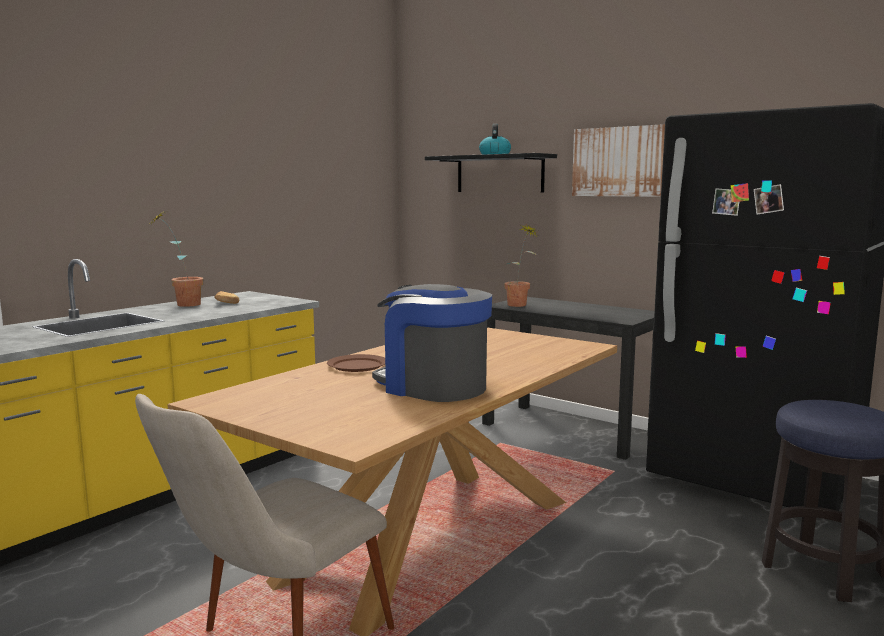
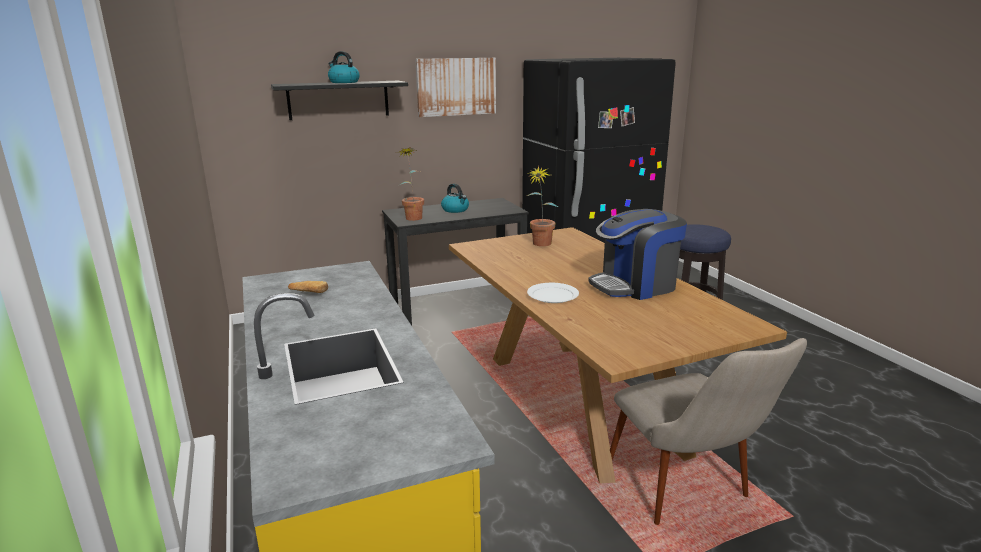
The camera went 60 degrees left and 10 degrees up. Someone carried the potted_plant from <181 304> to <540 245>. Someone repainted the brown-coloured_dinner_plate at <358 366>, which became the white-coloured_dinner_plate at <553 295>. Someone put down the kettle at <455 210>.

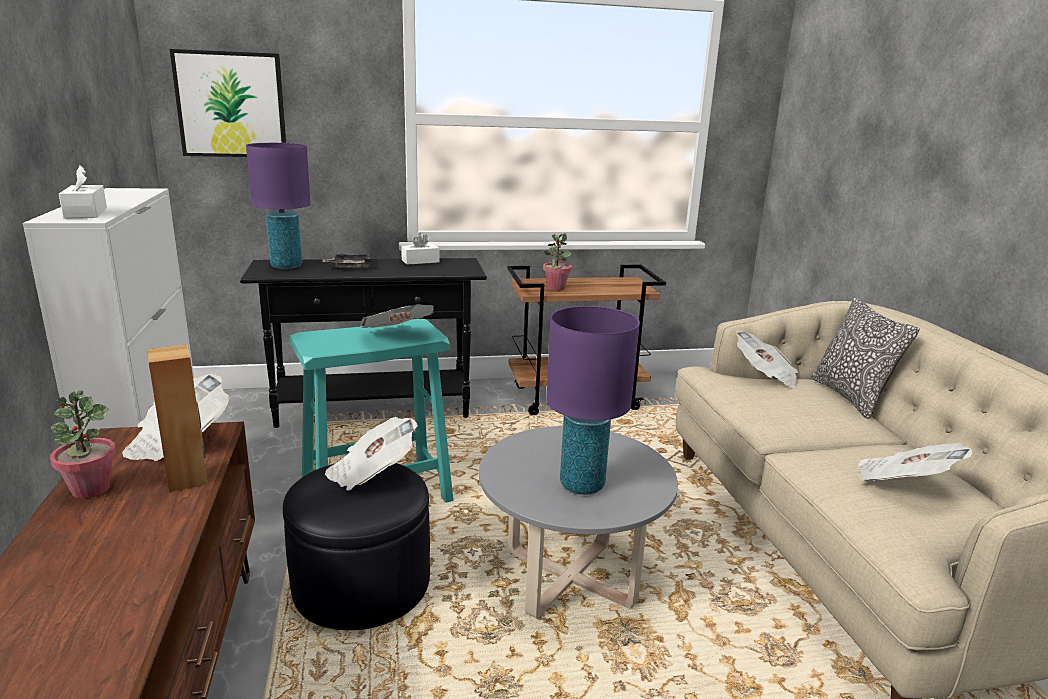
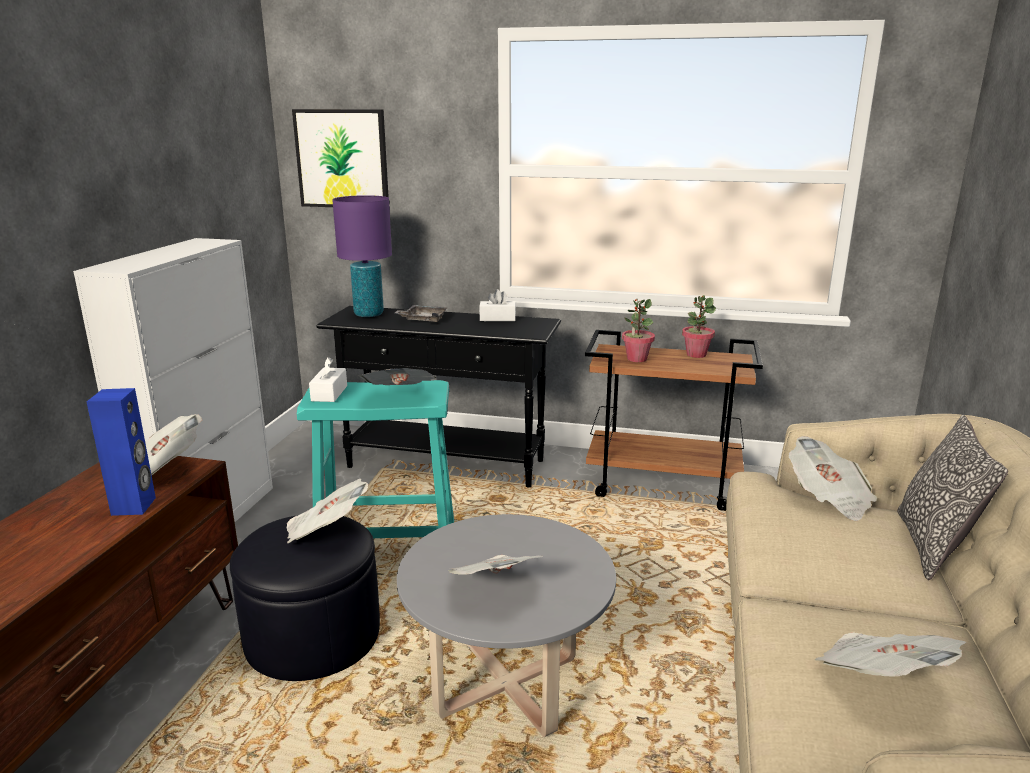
The camera went 25 degrees right and 0 degrees up. Someone carried the white-coloured_box_of_tissues from <86 213> to <329 393>. Someone swapped the purplish_lamp_for_a_table at <581 484> for the newspaper at <495 586>. Someone repainted the brown-coloured_speaker at <188 479>, which became the blue-coloured_speaker at <134 506>. Someone carried the potted_plant from <91 489> to <696 354>.

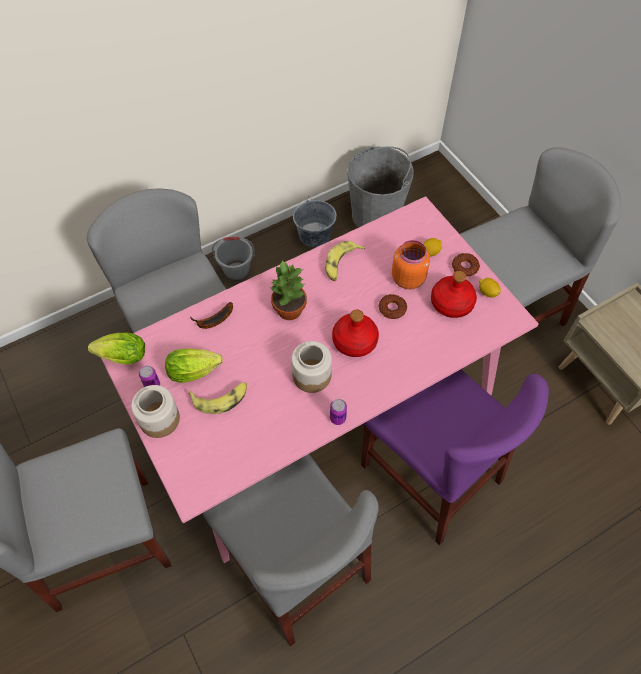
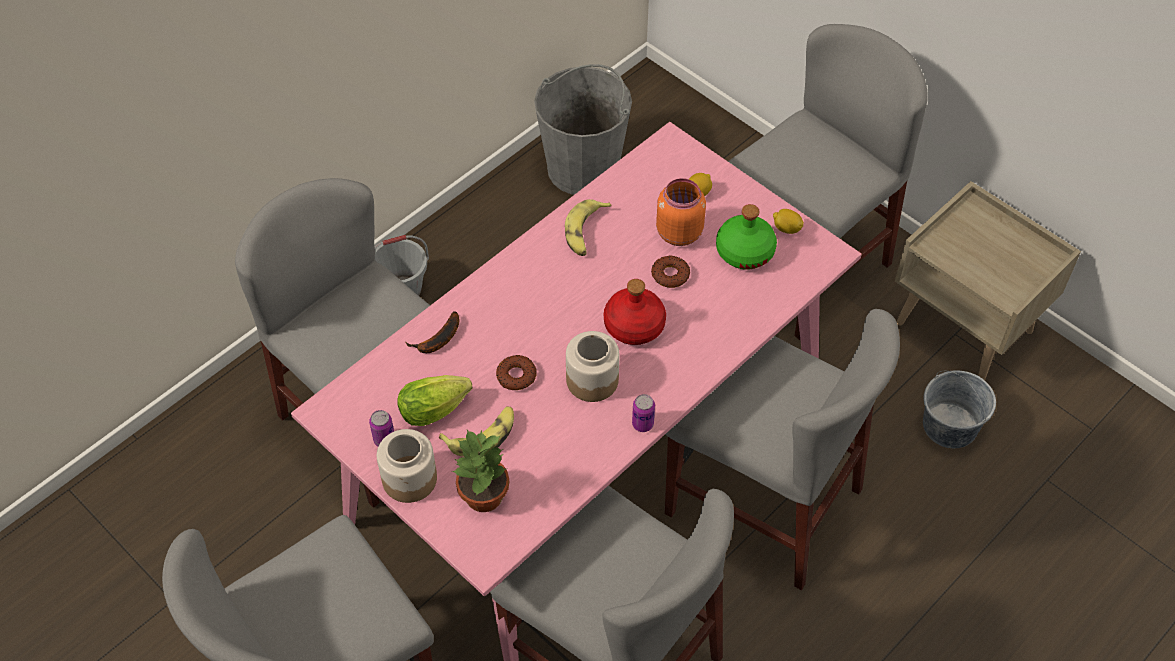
The camera went 15 degrees left and 5 degrees down. Someone carried the gray_water_bucket from <315 235> to <950 426>. Someone carried the doughnut from <464 267> to <516 376>. Someone carried the potted_plant from <289 310> to <484 497>. Someone repainted the red-coloured_drink_bottle at <451 303>, which became the green-coloured_drink_bottle at <744 251>. Someone took away the lettuce at <120 357>. Someone repainted the purplish_chair at <430 473>, which became the gray_chair at <763 501>.

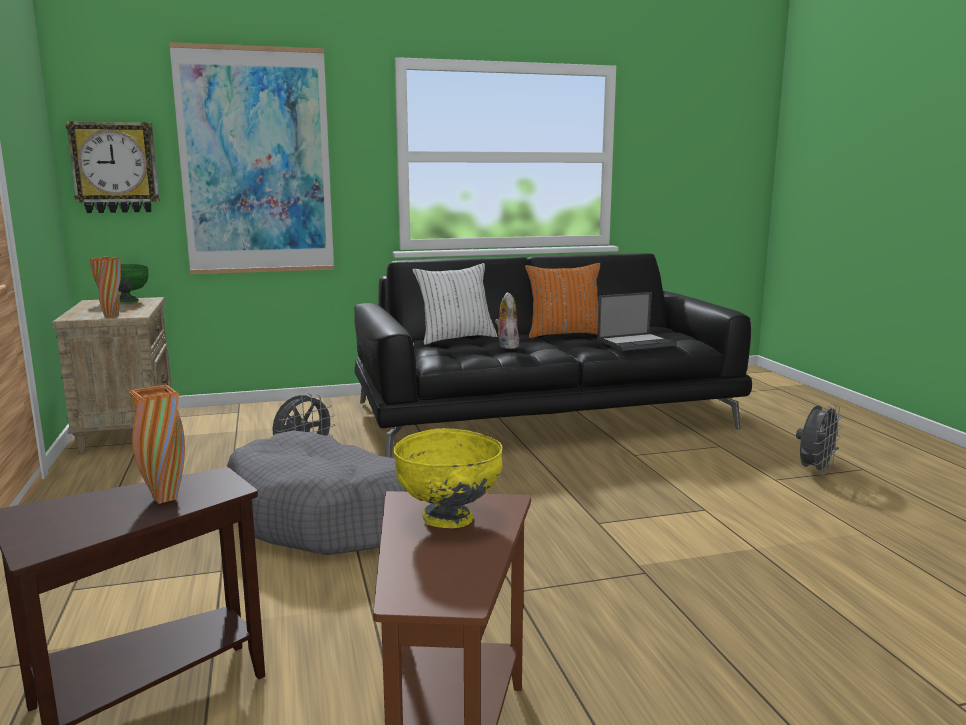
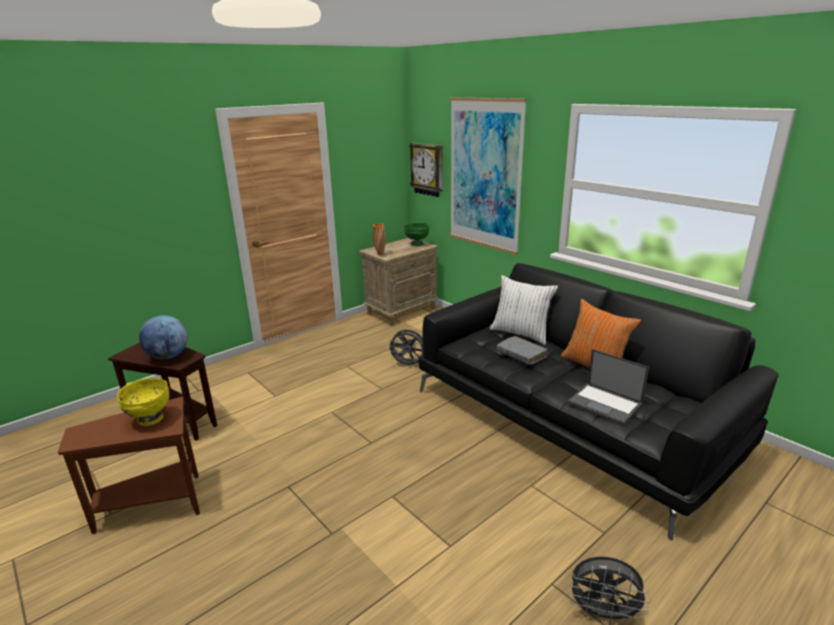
The camera went 65 degrees right and 10 degrees up. Someone swapped the soft_toy at <506 346> for the gray_book at <521 355>. Someone swapped the orange-coloured_decorative_vase at <165 498> for the desk_globe at <168 356>. Someone took away the gray_dog_bed at <328 517>.

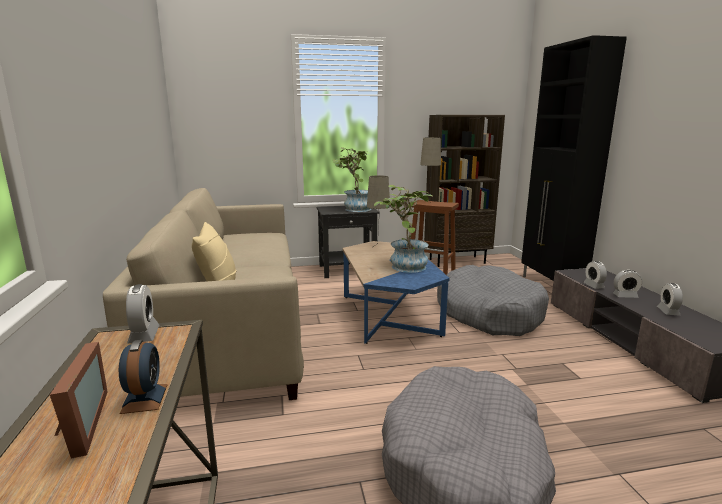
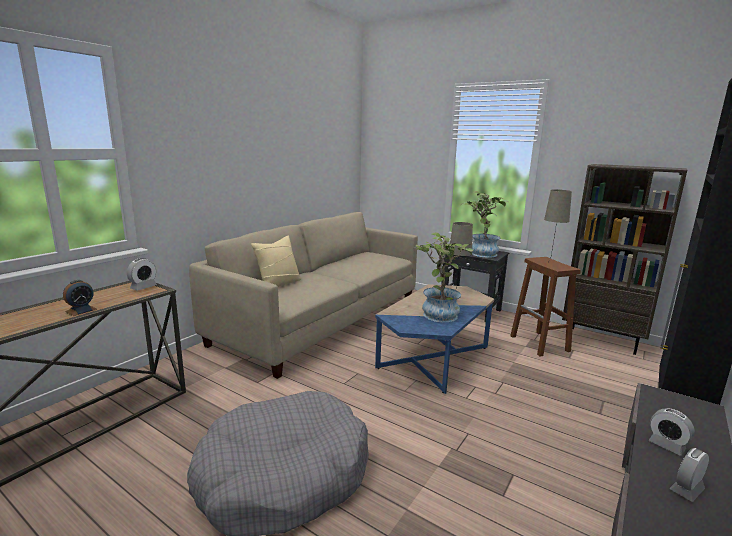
The camera went 45 degrees right and 0 degrees up. Someone took away the table_clock at <593 286>. Someone took away the gray_dog_bed at <489 313>. Someone took away the photo_frame at <77 427>.

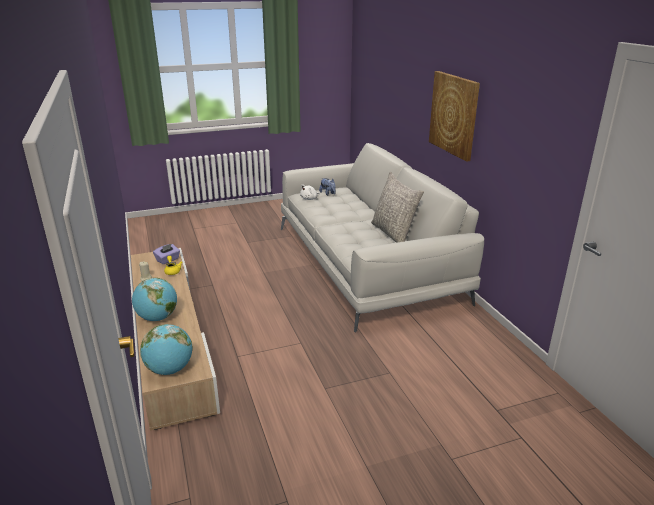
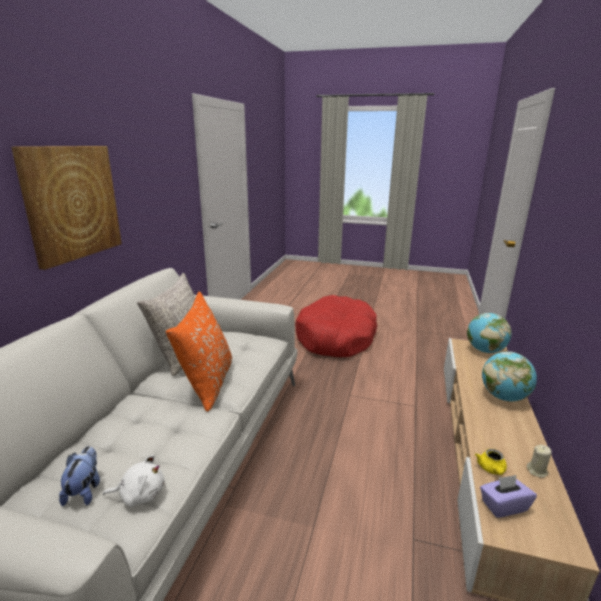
The camera went 145 degrees left and 5 degrees down. Someone put down the orange-coloured_cushion at <207 382>. Someone put down the red-coloured_dog_bed at <336 337>.

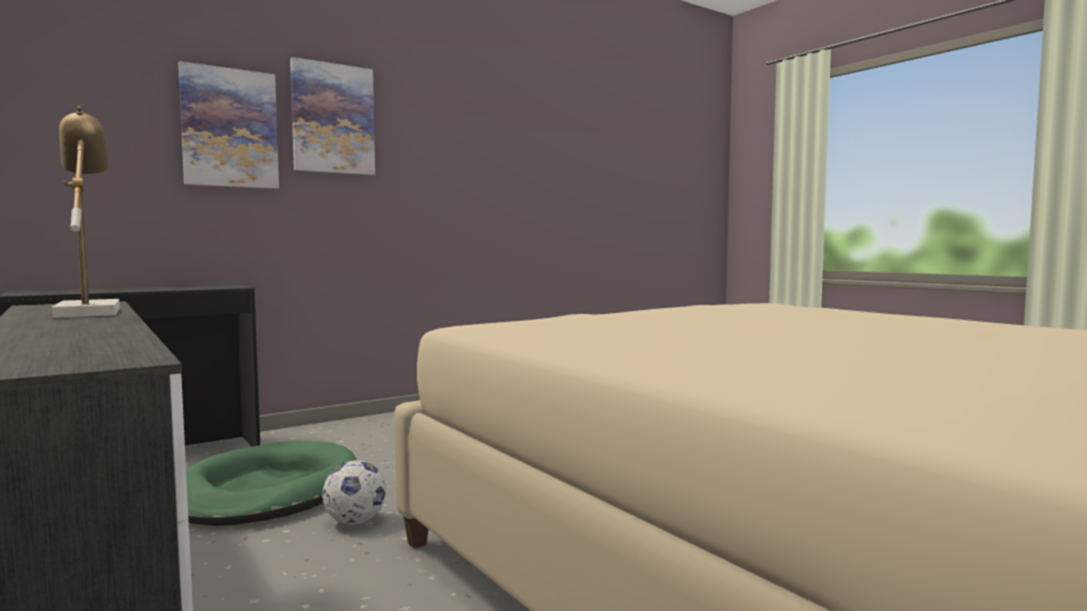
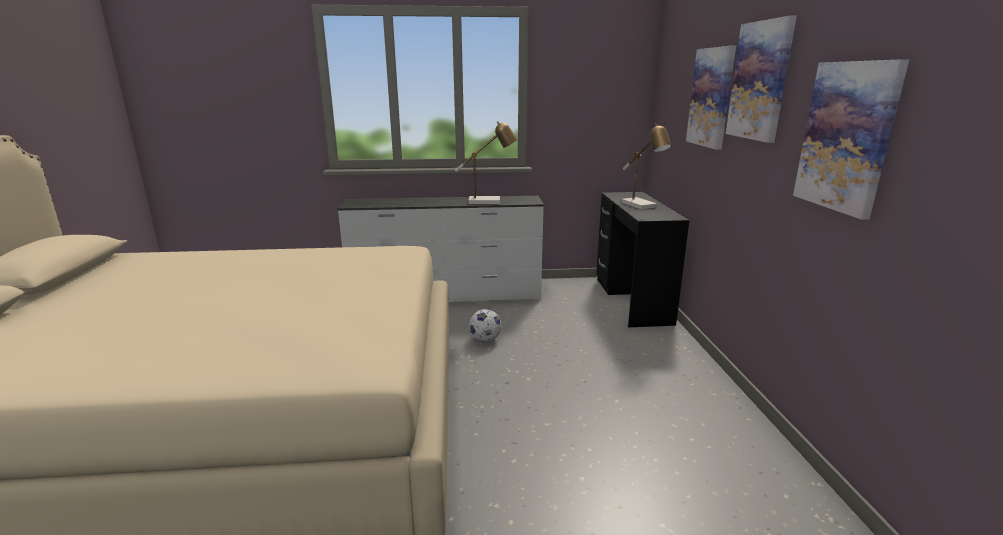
The camera went 120 degrees right and 15 degrees up. Someone took away the green-coloured_dog_bed at <266 491>. Someone put up the wall_art at <847 137>. Someone put down the lamp_for_a_table at <642 206>.

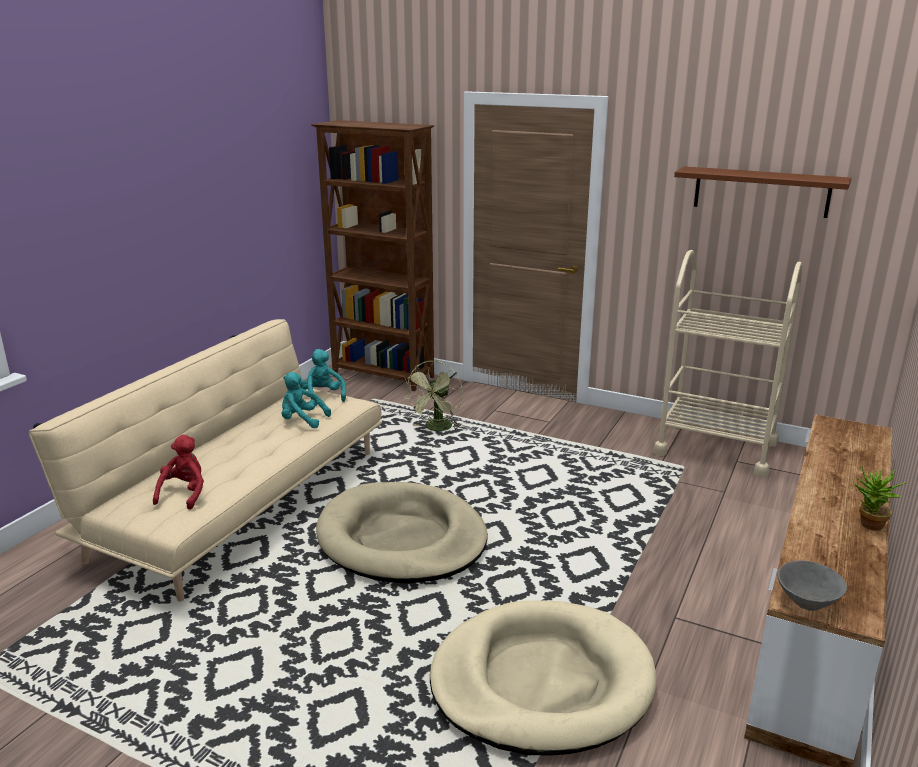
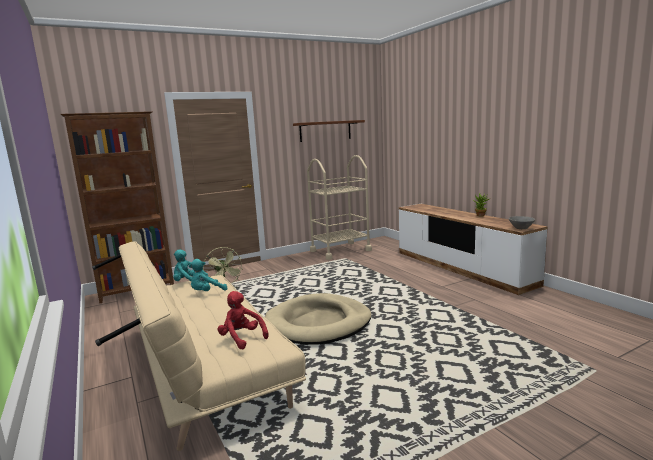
The camera went 55 degrees left and 10 degrees down. Someone took away the sand-coloured_dog_bed at <541 682>.

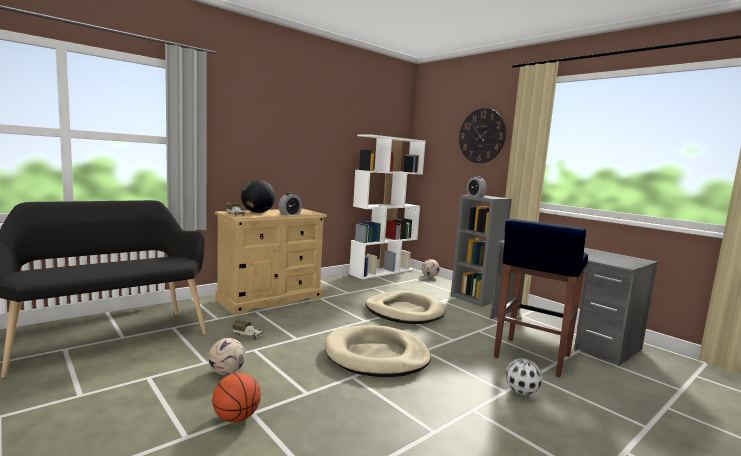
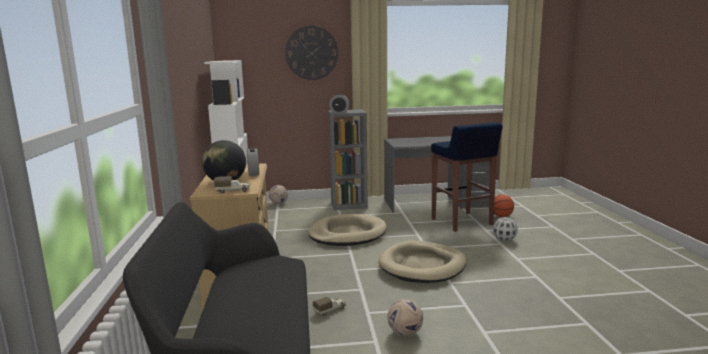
The camera went 55 degrees left and 5 degrees up. Someone carried the basketball_ball from <236 418> to <501 216>.

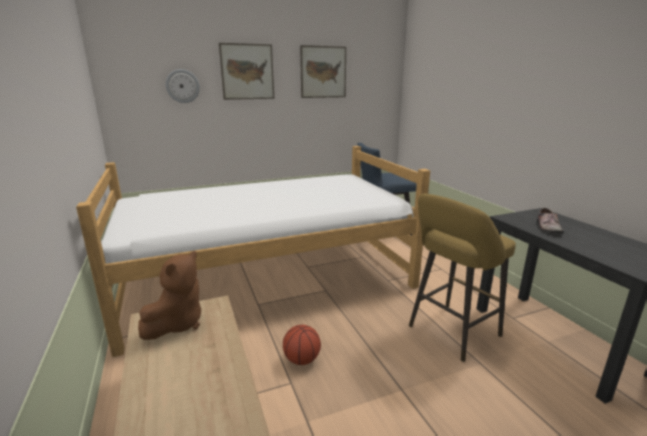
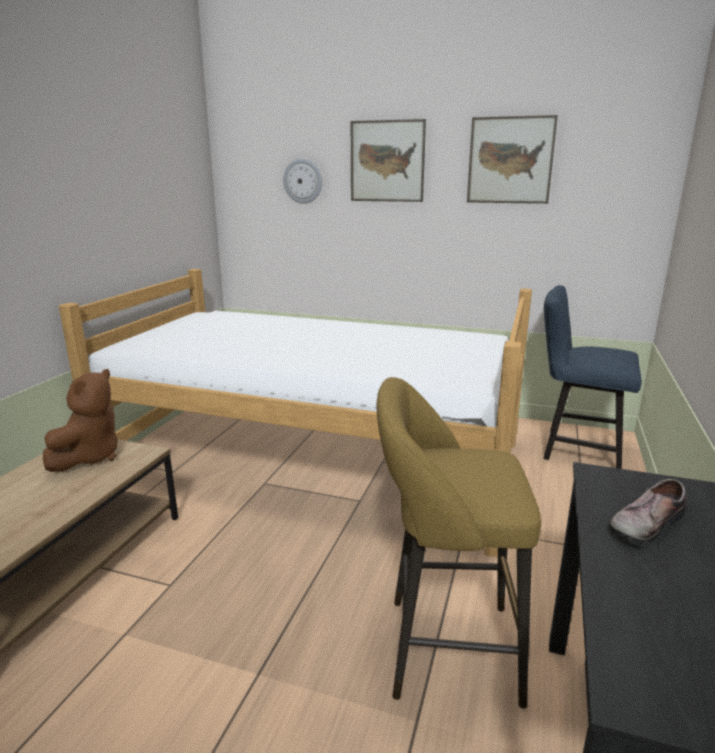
The camera went 40 degrees right and 0 degrees up. Someone rotated the brown-coloured_soft_toy at <177 324> by 45 degrees counterclockwise. Someone took away the basketball_ball at <302 360>.

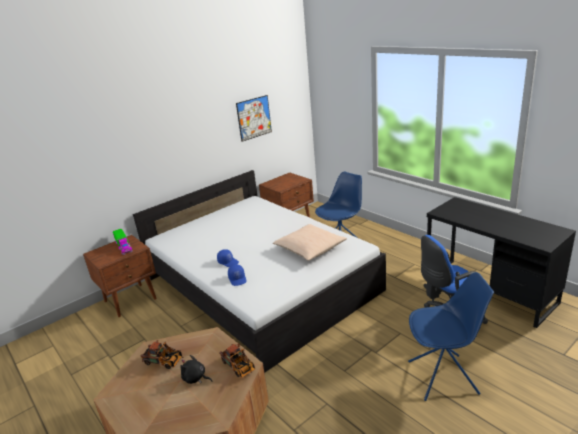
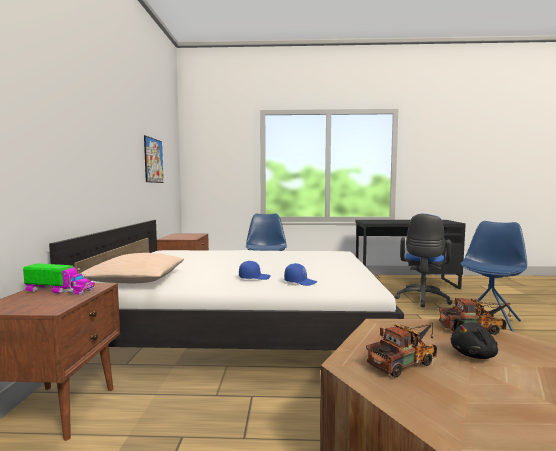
The camera went 50 degrees left and 20 degrees down. Someone carried the sand-coloured_cushion from <310 249> to <136 280>.

